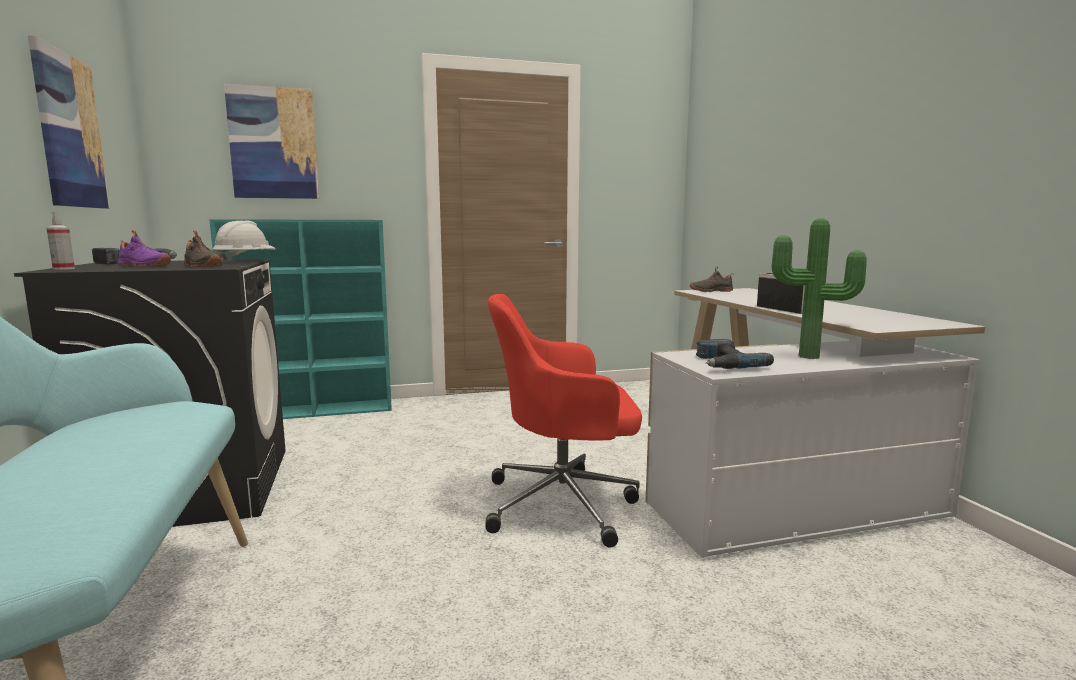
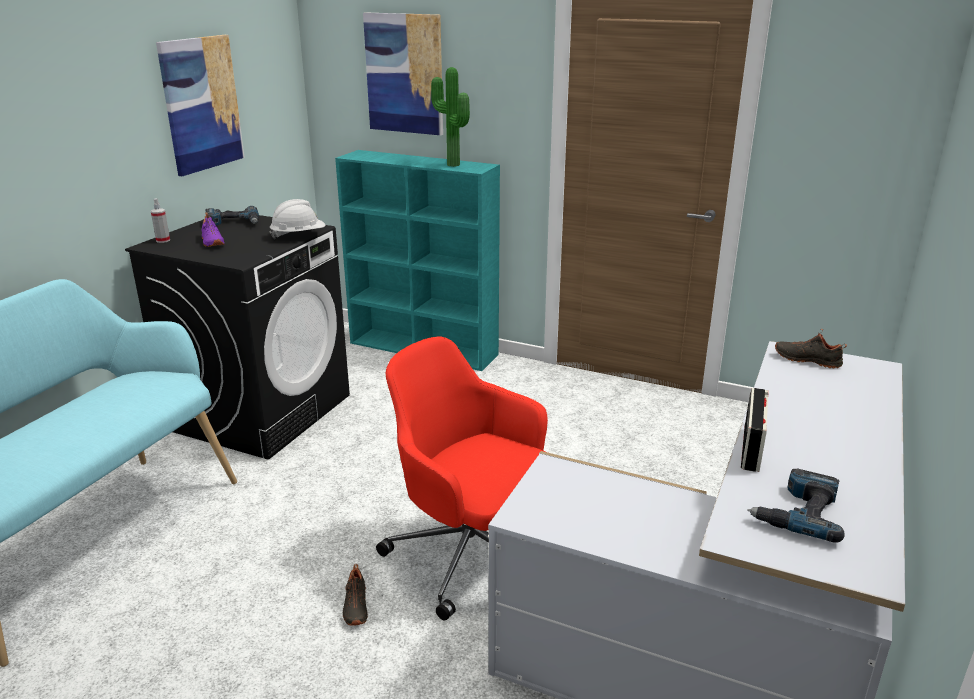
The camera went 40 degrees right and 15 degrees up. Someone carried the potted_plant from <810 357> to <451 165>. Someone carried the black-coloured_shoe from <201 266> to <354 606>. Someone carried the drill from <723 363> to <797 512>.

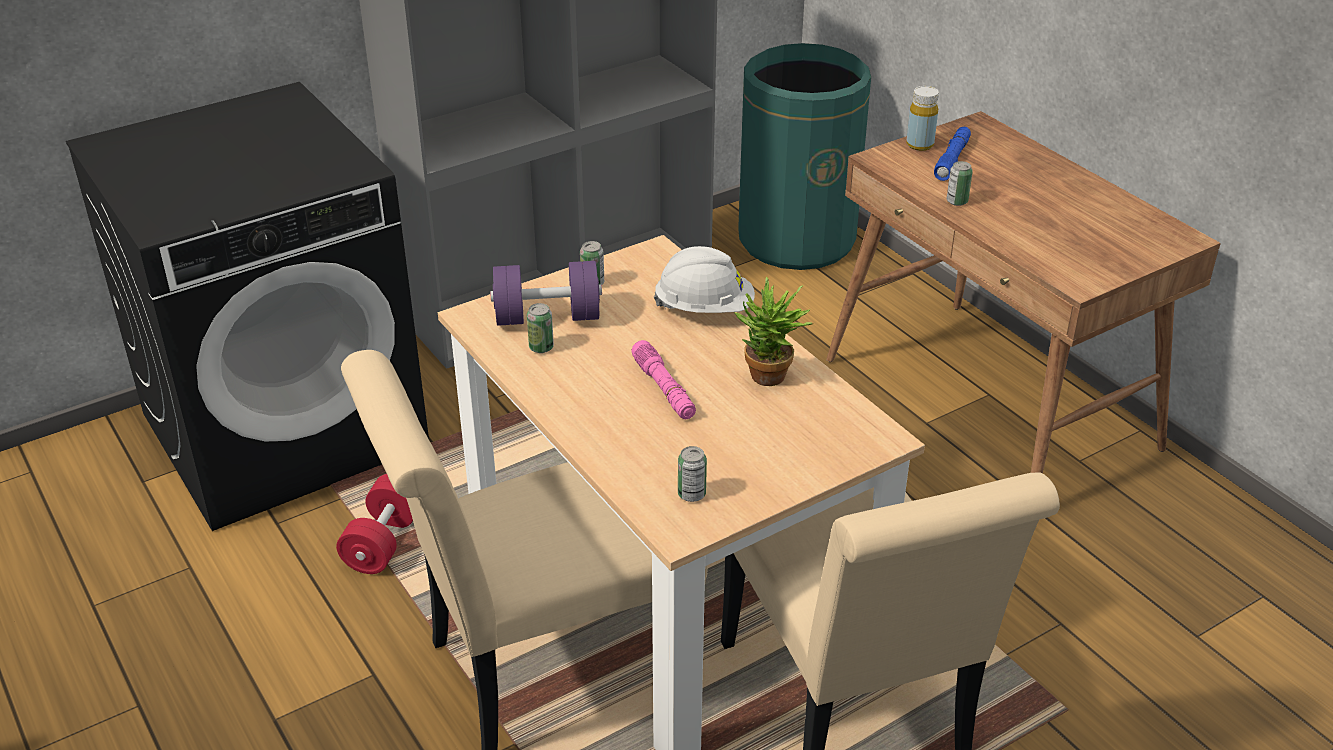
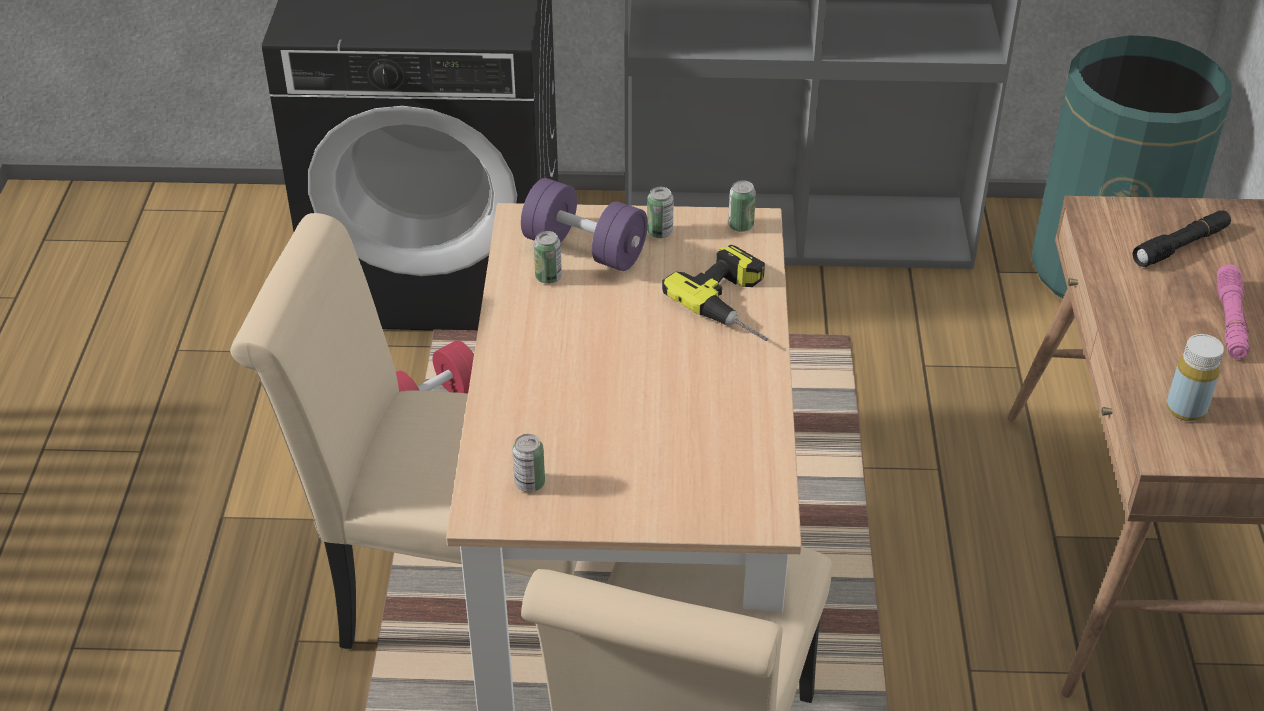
The camera went 35 degrees right and 5 degrees up. Someone carried the yellow_drink_bottle from <919 145> to <1185 409>. Someone repainted the blue-coloured_flashlight at <952 160>, which became the black-coloured_flashlight at <1180 246>. Someone carried the can from <957 201> to <740 226>. Someone swapped the white-coloured_hard_hat at <705 308> for the drill at <737 304>. Someone took away the potted_plant at <769 380>. Someone carried the pink_flashlight from <663 389> to <1230 321>.

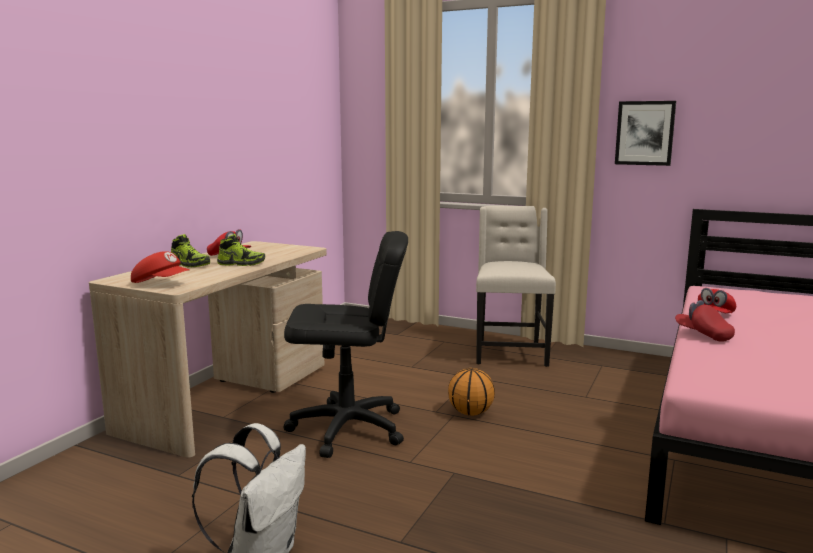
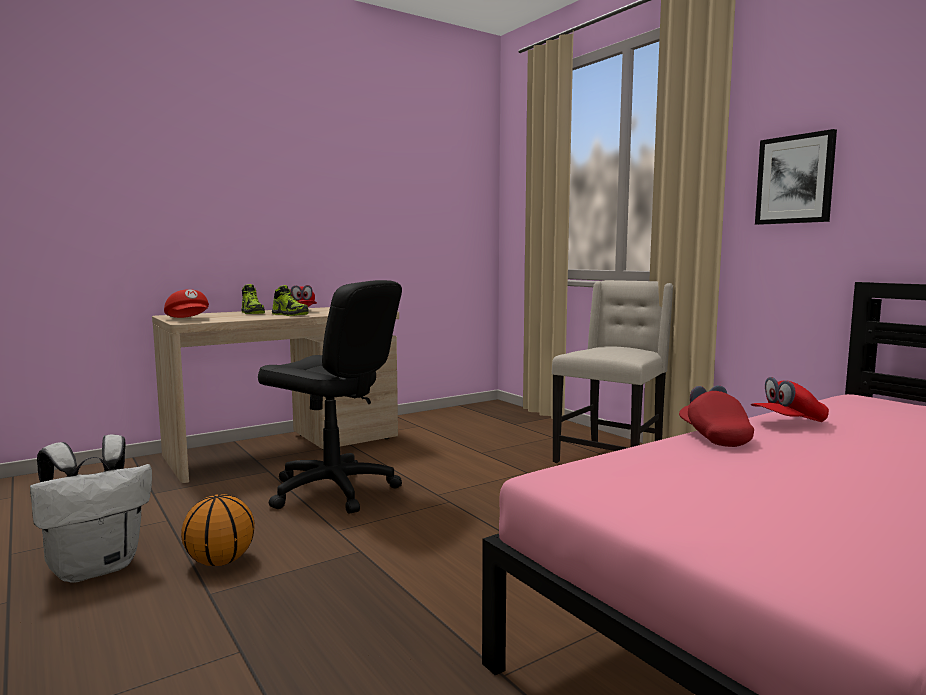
The camera went 30 degrees right and 5 degrees down. Someone carried the basketball_ball from <471 412> to <221 561>.

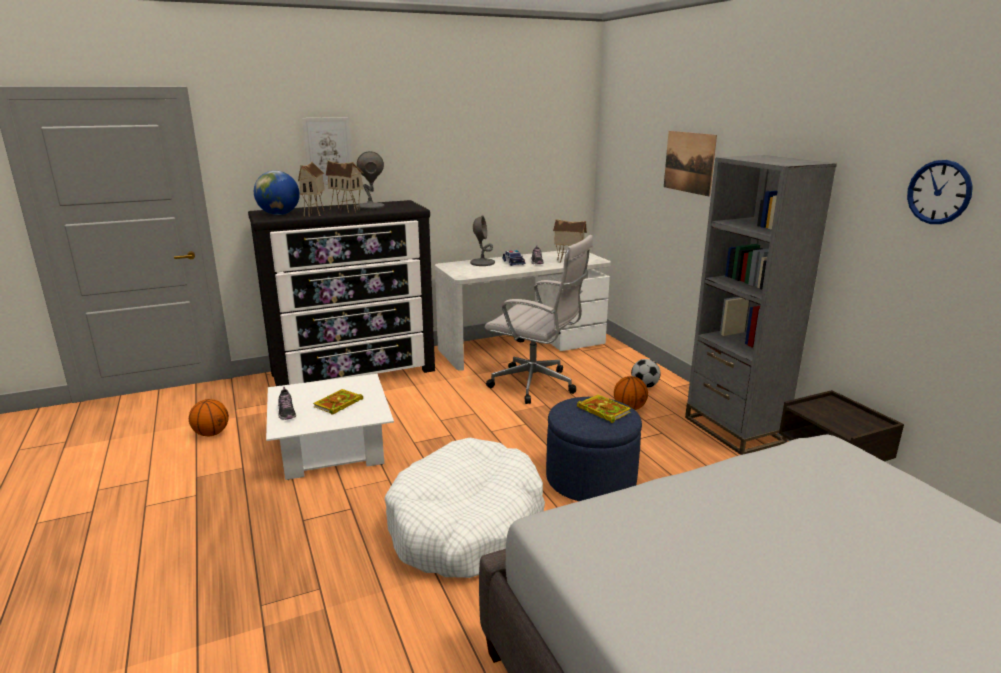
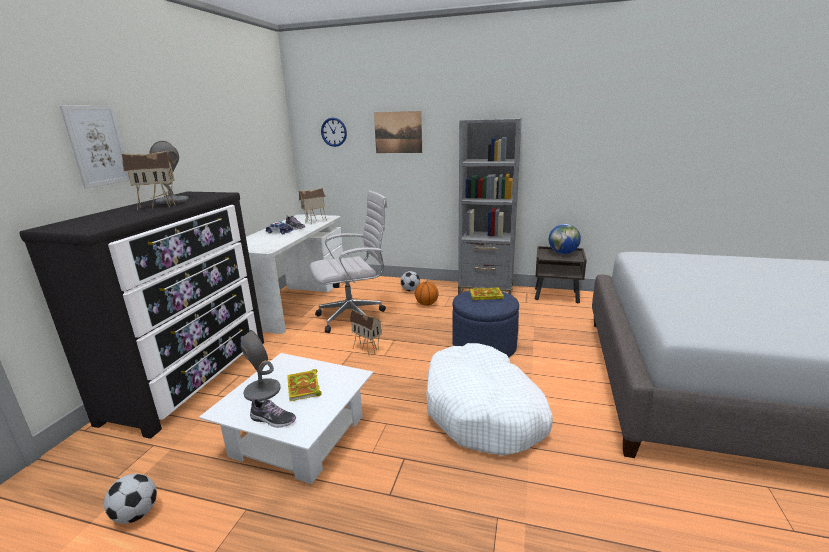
The camera went 50 degrees left and 0 degrees up. Someone carried the clock_on_the_wall from <939 192> to <334 132>. Someone carried the model_house from <315 214> to <367 349>. Someone carried the desk_globe from <279 214> to <563 253>. Someone carried the gray_lamp_for_a_table from <482 263> to <262 390>. Someone swapped the basketball_ball at <211 434> for the football_ball at <137 514>.

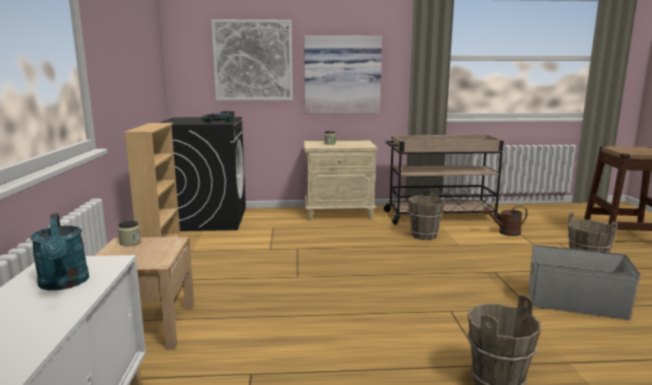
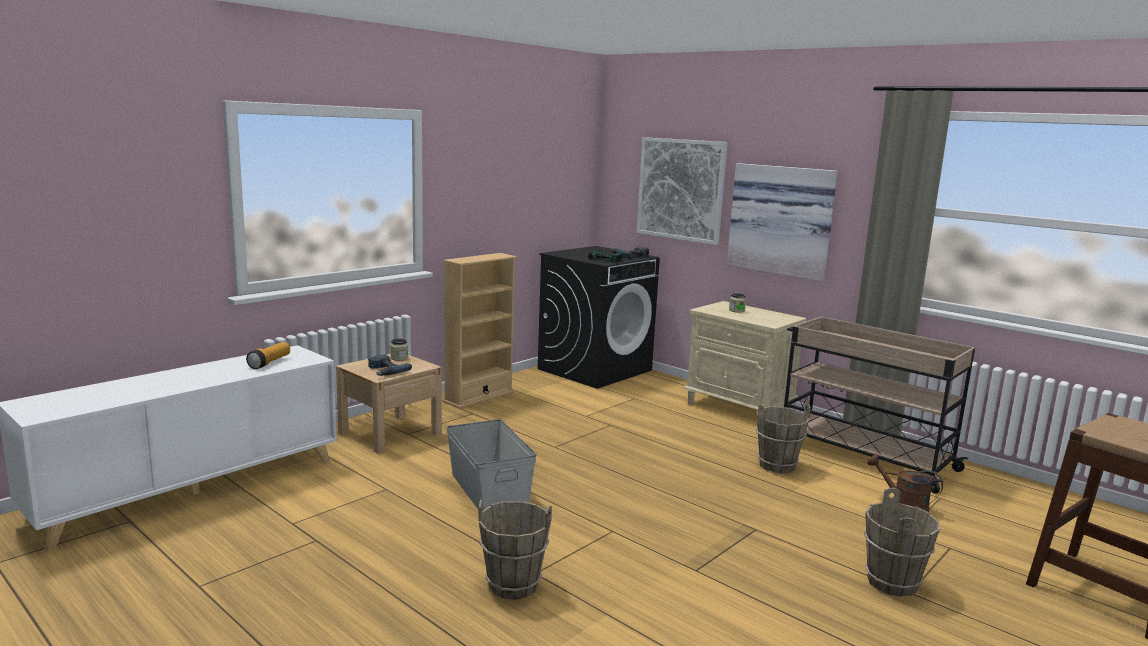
The camera went 45 degrees right and 0 degrees up. Someone swapped the turquoise-coloured_watering_pot at <64 284> for the flashlight at <270 363>. Someone carried the gray_storage_box from <575 303> to <489 490>. Someone put down the drill at <385 371>.

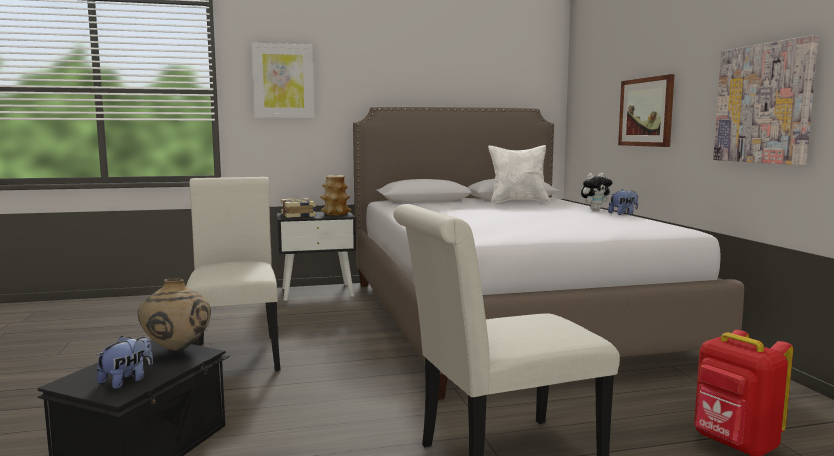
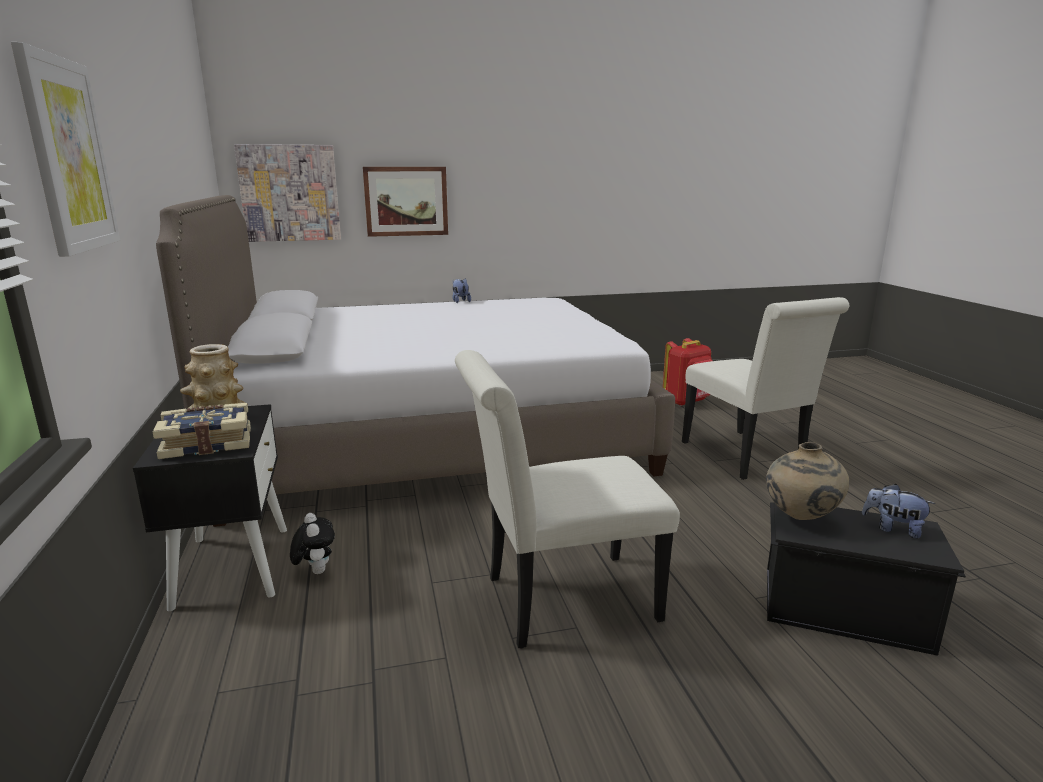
The camera went 90 degrees left and 10 degrees up. Someone carried the wall_art from <763 103> to <290 193>. Someone took away the white-coloured_cushion at <518 202>. Someone carried the soft_toy from <595 209> to <315 570>.

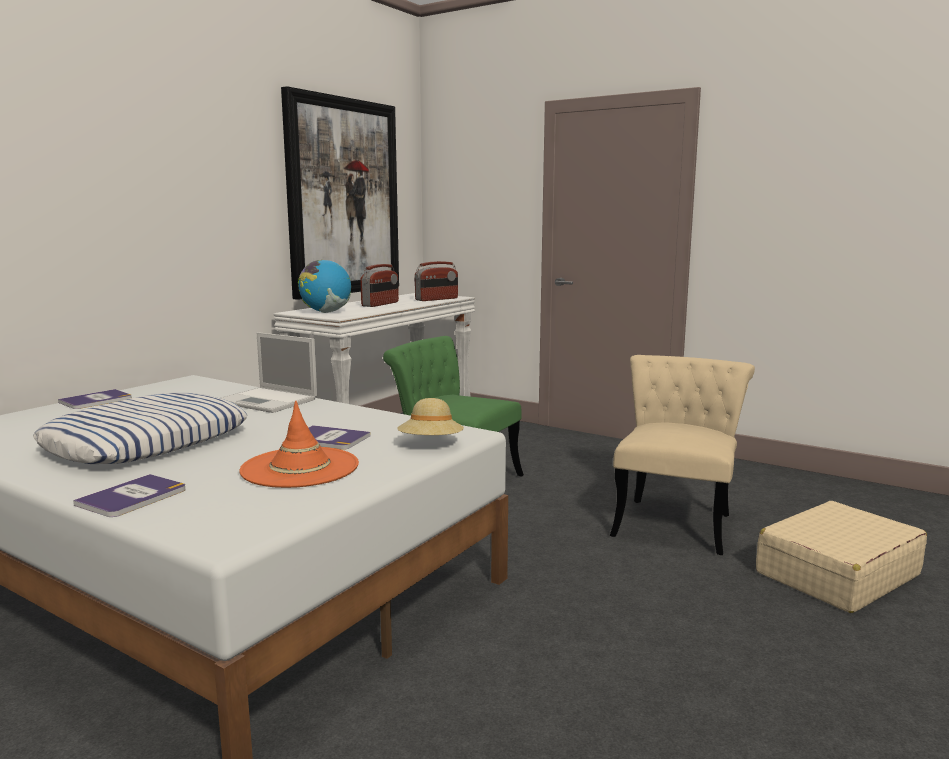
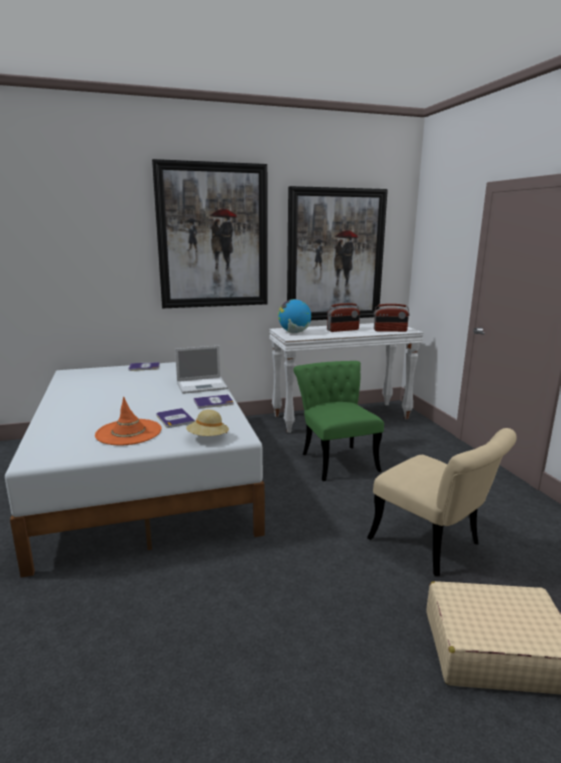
The camera went 40 degrees right and 5 degrees up. Someone rotated the portable_computer at <269 401> by 90 degrees counterclockwise. Someone rotated the sand-coloured_chair at <675 520> by 75 degrees clockwise. Someone took away the cushion at <147 441>. Someone carried the book from <132 497> to <213 402>. Someone put up the wall_art at <213 237>.

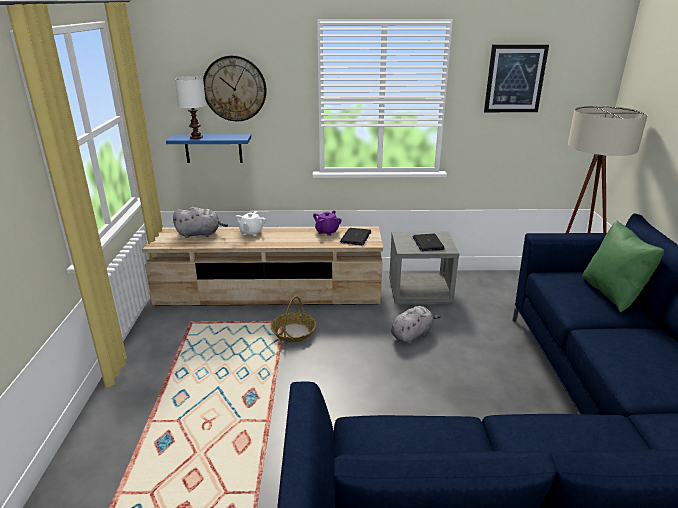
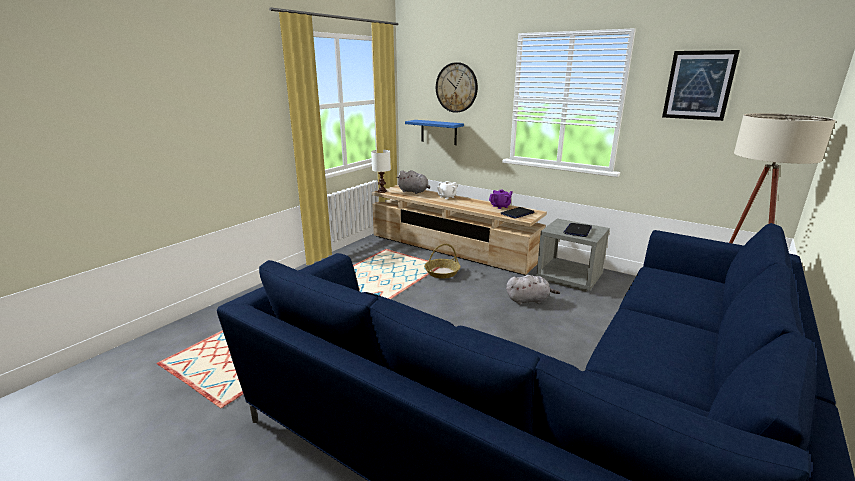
The camera went 35 degrees right and 5 degrees down. Someone carried the white-coloured_lamp_for_a_table from <195 137> to <381 191>. Someone took away the green-coloured_cushion at <612 293>.

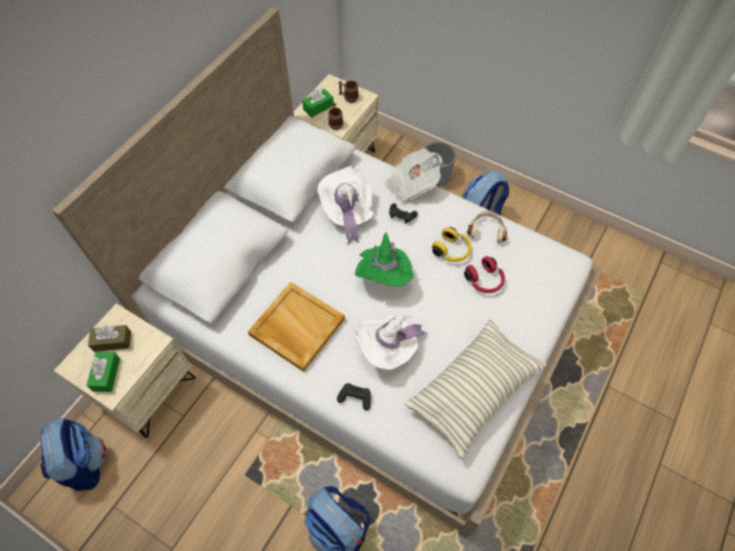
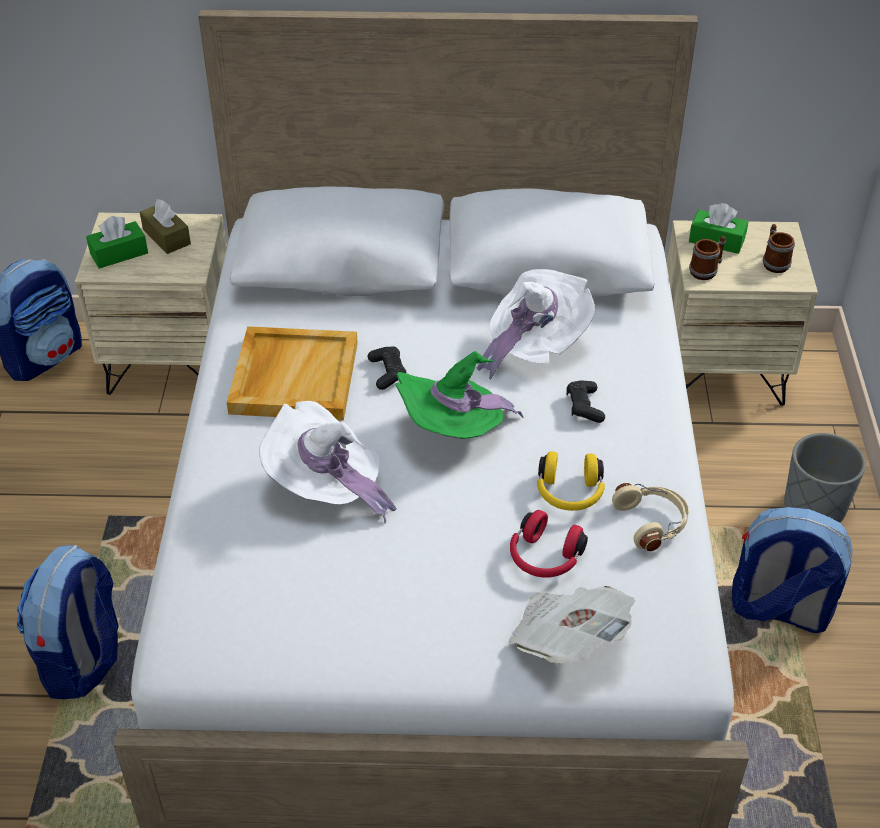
The camera went 60 degrees right and 15 degrees down. Someone carried the newspaper from <412 184> to <568 639>. Someone took away the cushion at <473 391>. Someone carried the black-coloured_gamepad from <355 398> to <387 372>.

